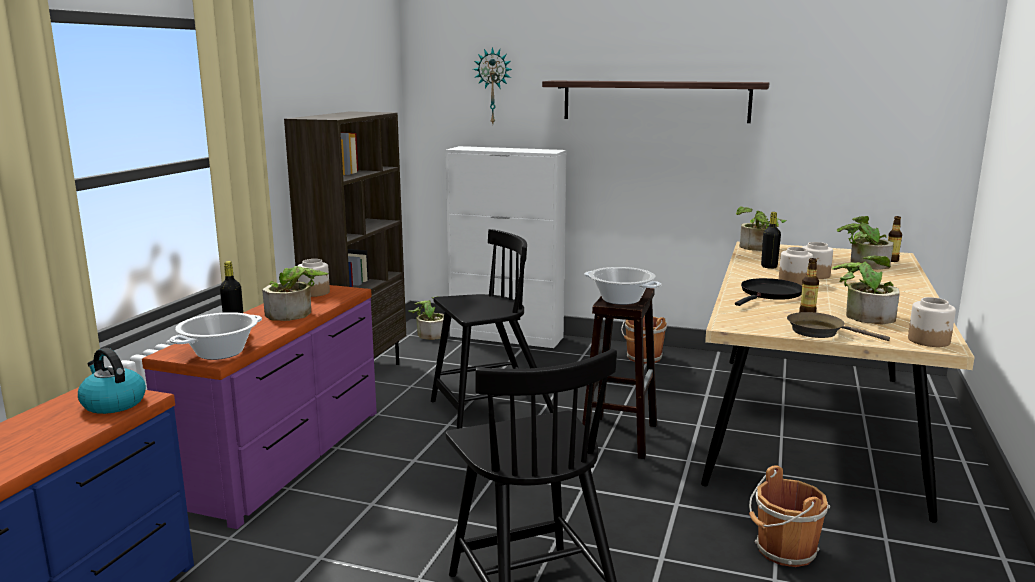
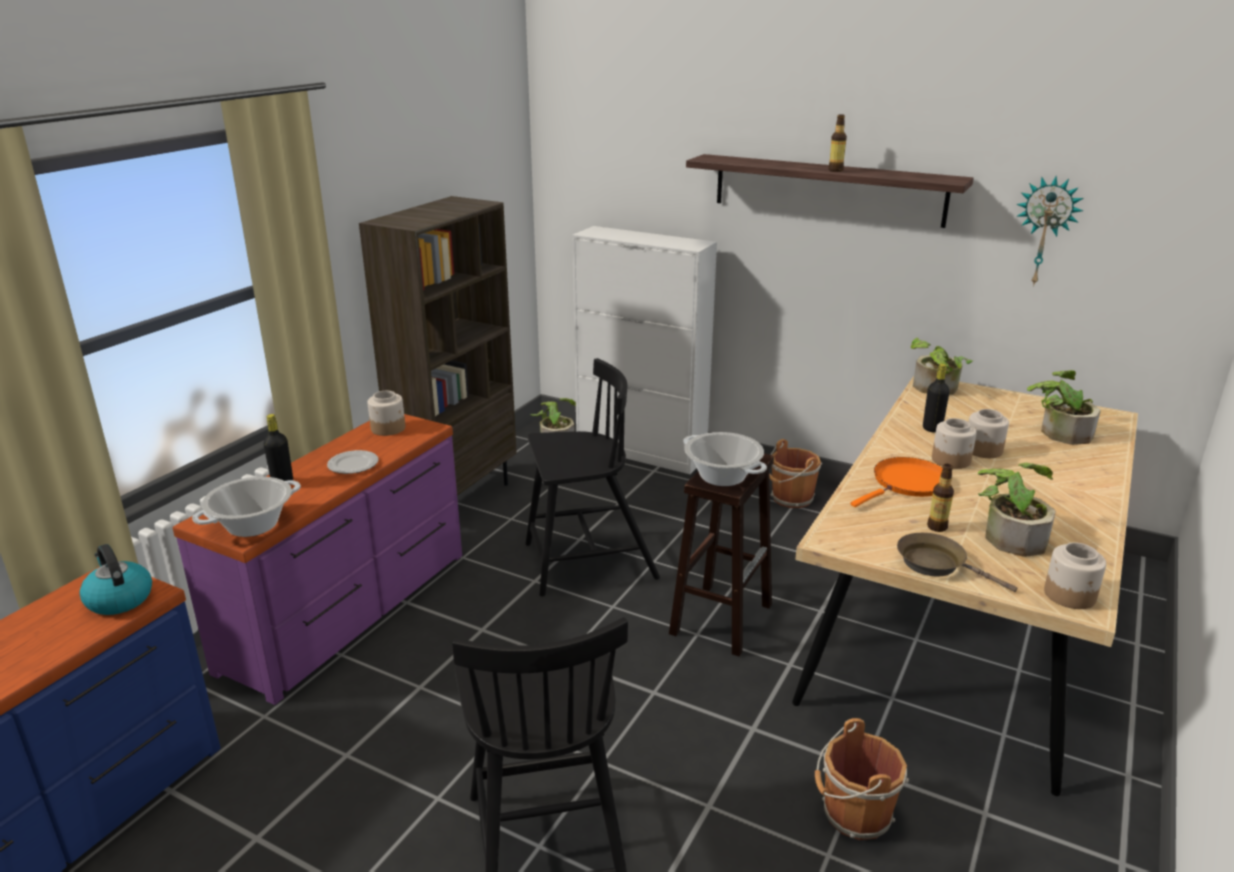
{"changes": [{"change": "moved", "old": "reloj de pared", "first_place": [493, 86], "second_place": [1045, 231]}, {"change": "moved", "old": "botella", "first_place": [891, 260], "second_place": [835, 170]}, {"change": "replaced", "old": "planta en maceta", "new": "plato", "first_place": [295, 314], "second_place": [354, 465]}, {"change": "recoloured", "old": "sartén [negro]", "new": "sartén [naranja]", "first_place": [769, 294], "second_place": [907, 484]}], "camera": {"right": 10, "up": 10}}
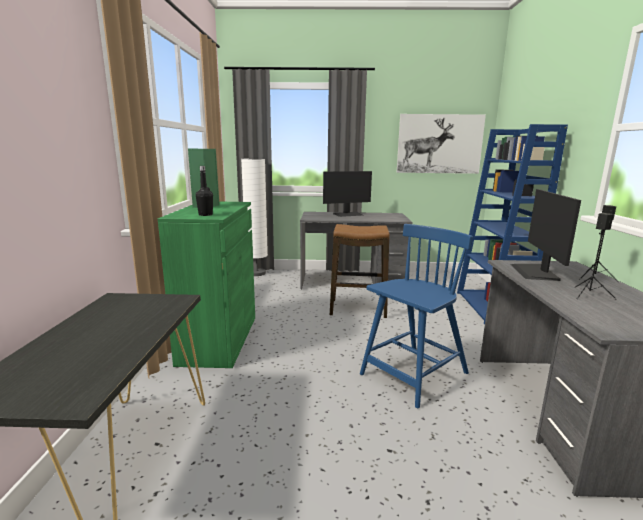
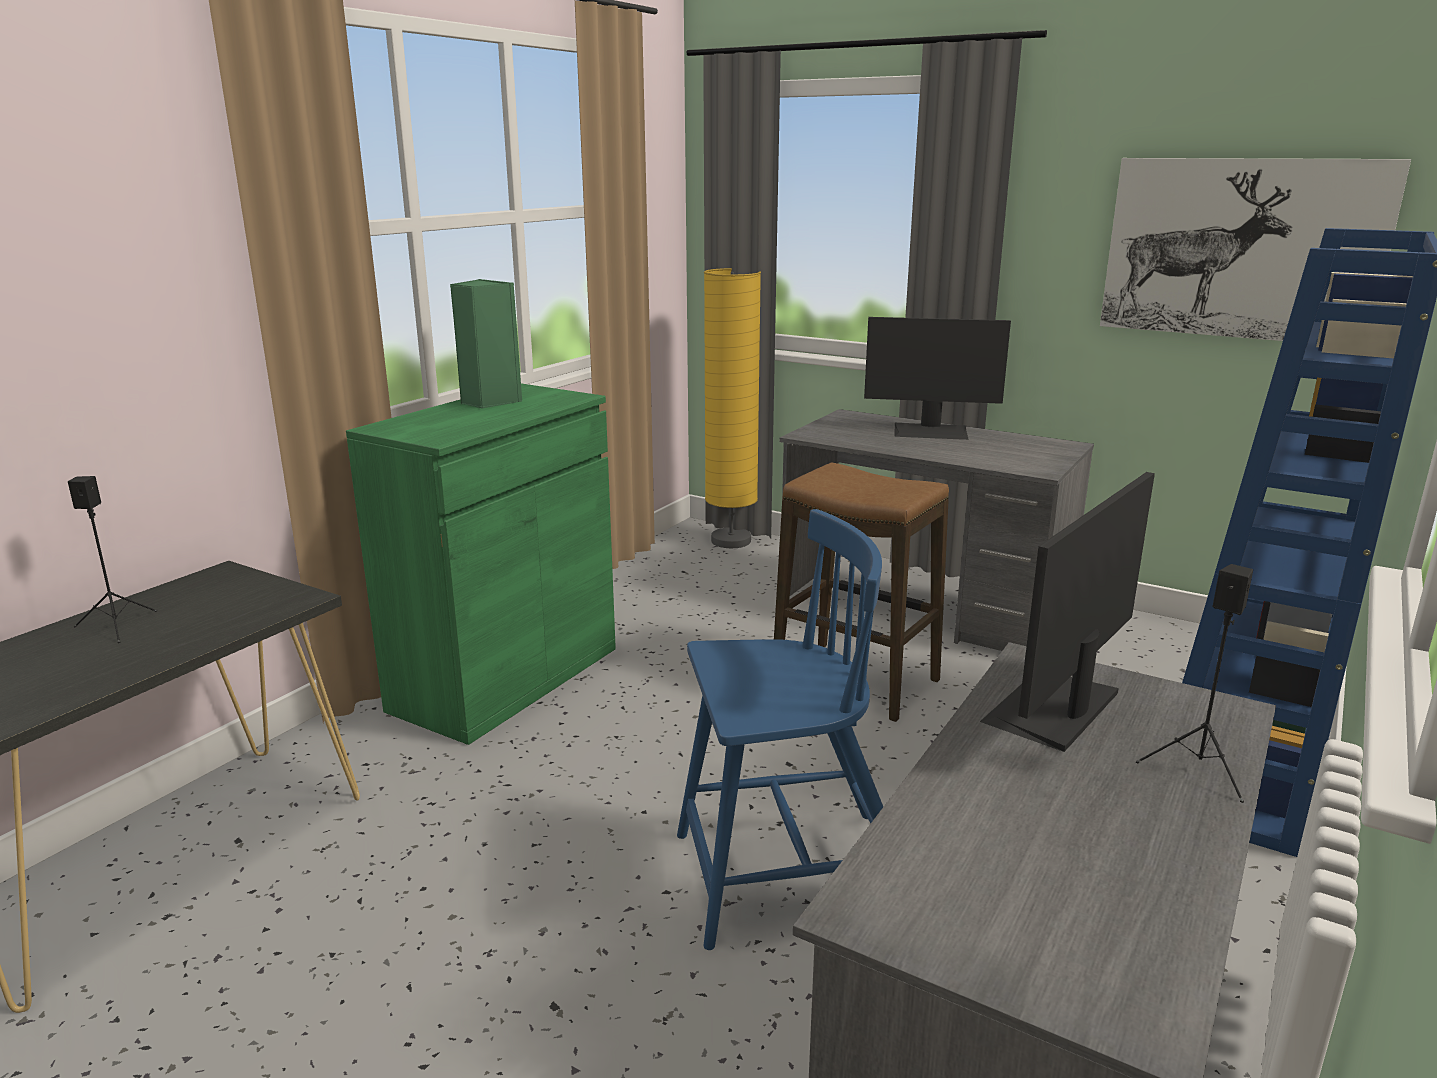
{"changes": [{"change": "recoloured", "old": "lámpara de pie [blanco]", "new": "lámpara de pie [amarillo]", "first_place": [257, 273], "second_place": [731, 541]}, {"change": "removed", "old": "botella [negro]", "first_place": [205, 215]}, {"change": "moved", "old": "altavoz [negro]", "first_place": [588, 294], "second_place": [117, 626]}], "camera": {"right": 30, "up": 5}}
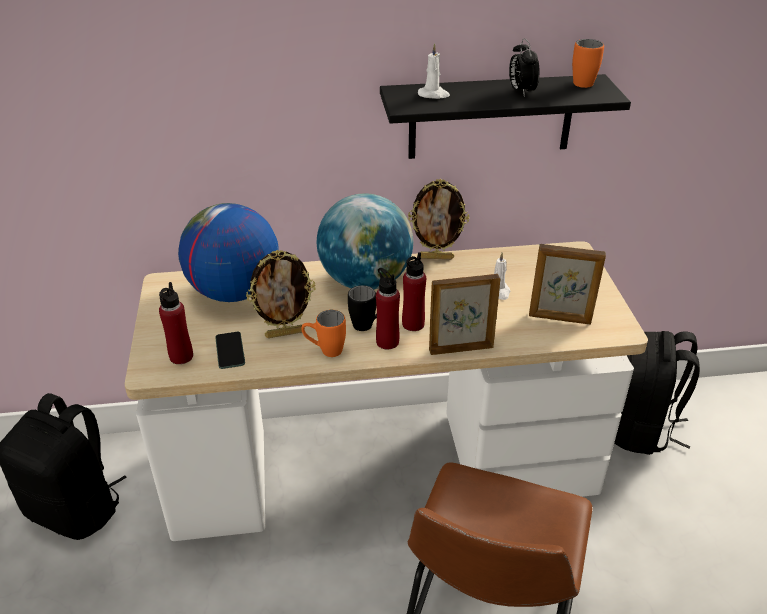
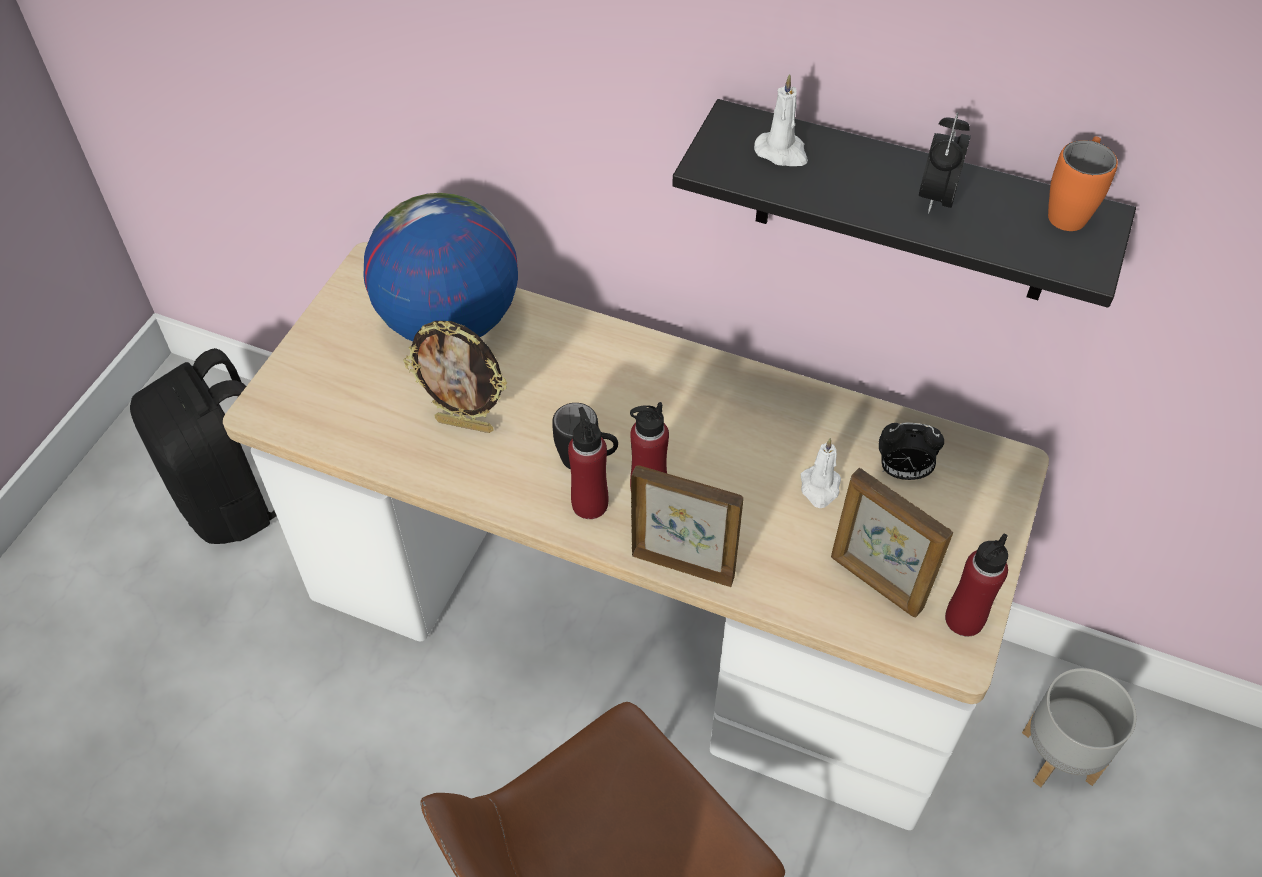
{"changes": [{"change": "removed", "old": "portarretratos", "first_place": [436, 257]}, {"change": "removed", "old": "globo terráqueo", "first_place": [366, 281]}, {"change": "moved", "old": "botella [rojo]", "first_place": [181, 356], "second_place": [964, 619]}, {"change": "removed", "old": "taza grande [naranja]", "first_place": [325, 350]}, {"change": "replaced", "old": "mochila [negro]", "new": "maceta [gris]", "first_place": [639, 428], "second_place": [1059, 757]}, {"change": "removed", "old": "móvil", "first_place": [230, 350]}, {"change": "added", "new": "despertador", "second_place": [902, 472]}], "camera": {"right": 30, "up": 15}}
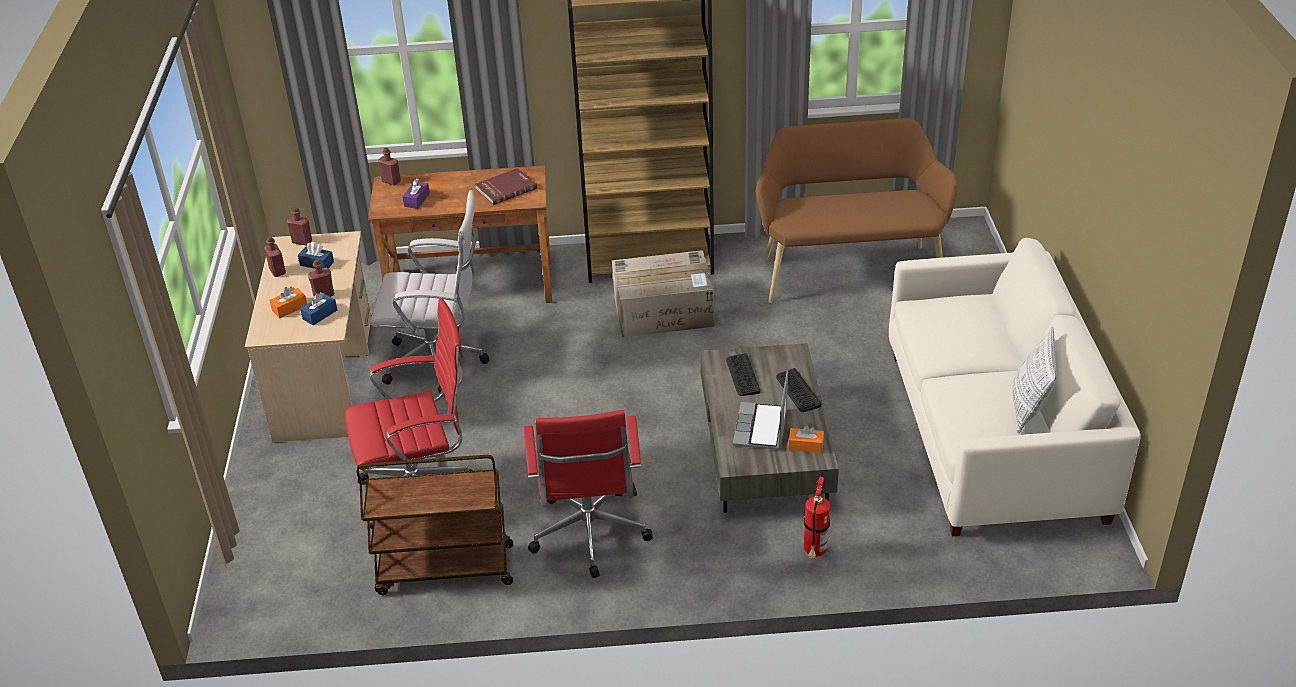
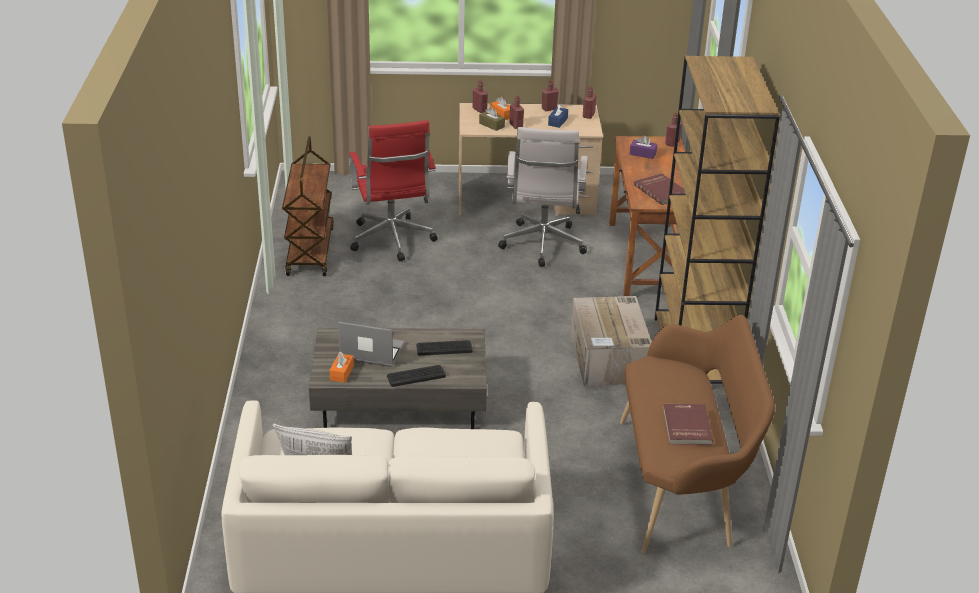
{"changes": [{"change": "recoloured", "old": "caja de pañuelos [azul]", "new": "caja de pañuelos [marrón]", "first_place": [320, 314], "second_place": [491, 125]}, {"change": "removed", "old": "silla de oficina [rojo]", "first_place": [589, 537]}, {"change": "removed", "old": "extintor", "first_place": [814, 553]}, {"change": "added", "new": "botella [rojo]", "second_place": [479, 109]}, {"change": "added", "new": "libro [rojo]", "second_place": [685, 426]}], "camera": {"right": 90, "up": -5}}
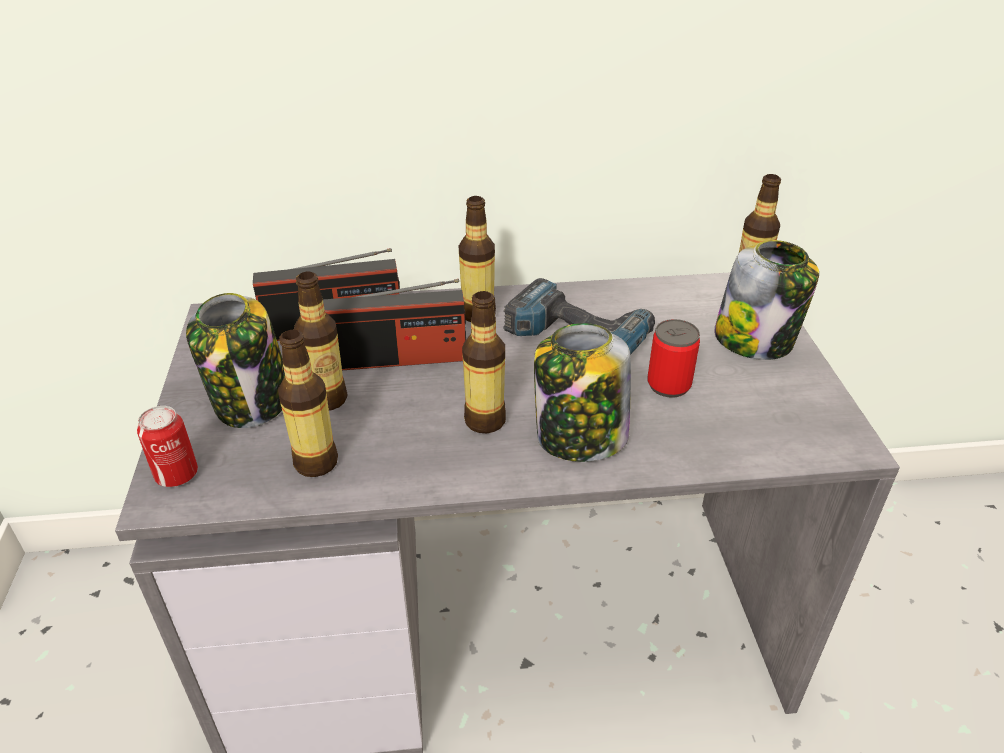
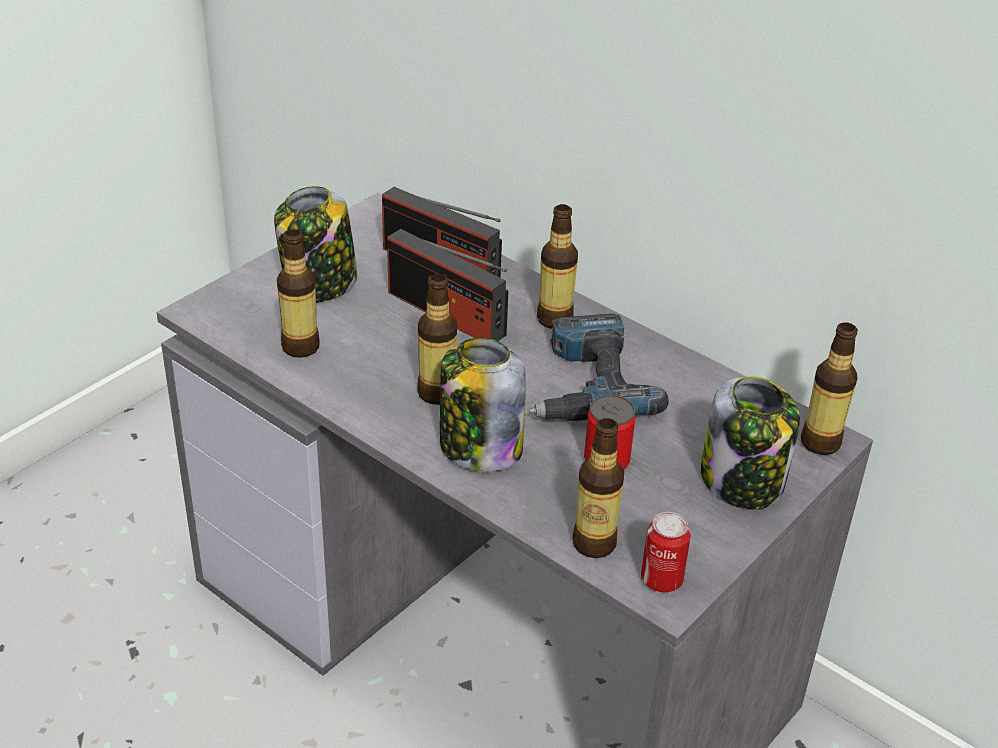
{"changes": [{"change": "moved", "old": "botella", "first_place": [327, 399], "second_place": [594, 543]}, {"change": "moved", "old": "lata", "first_place": [177, 475], "second_place": [661, 579]}], "camera": {"right": 45, "up": 0}}
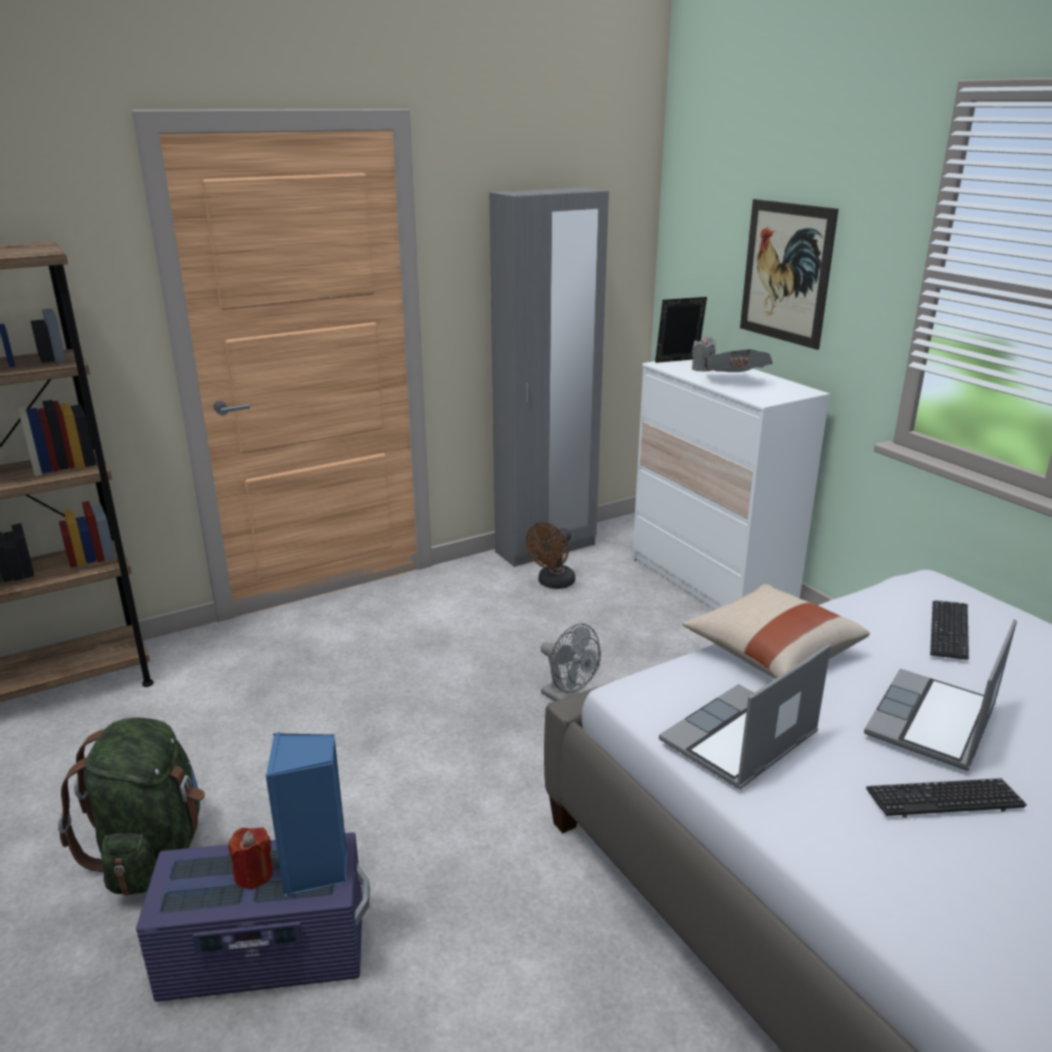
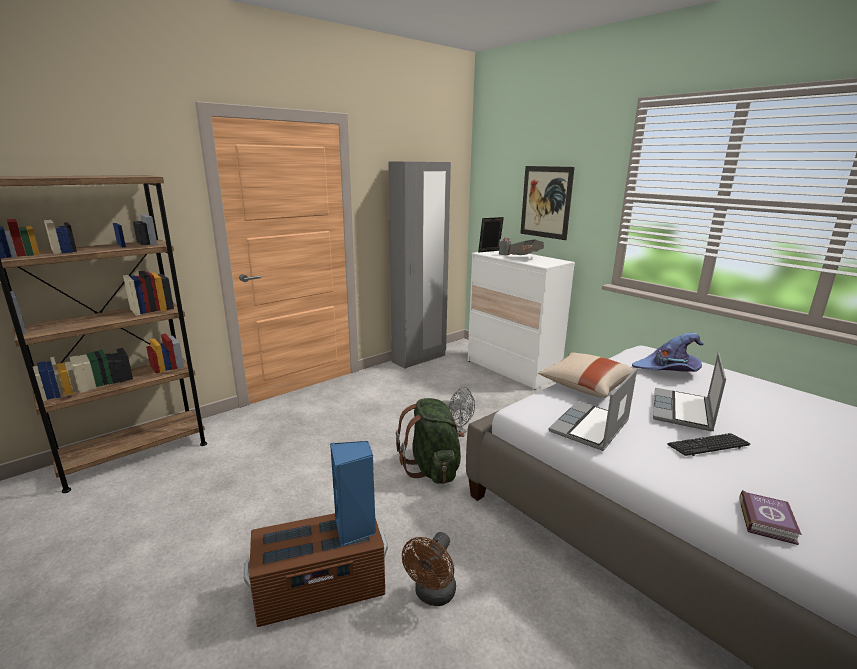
{"changes": [{"change": "moved", "old": "ventilador [marrón]", "first_place": [553, 583], "second_place": [432, 595]}, {"change": "replaced", "old": "teclado", "new": "sombrero [morado]", "first_place": [948, 631], "second_place": [668, 370]}, {"change": "moved", "old": "mochila [verde]", "first_place": [152, 851], "second_place": [432, 468]}, {"change": "removed", "old": "vela [rojo]", "first_place": [253, 874]}, {"change": "recoloured", "old": "caja de almacenaje [morado]", "new": "caja de almacenaje [marrón]", "first_place": [265, 953], "second_place": [321, 588]}, {"change": "added", "new": "libro", "second_place": [767, 520]}], "camera": {"right": -10, "up": -5}}
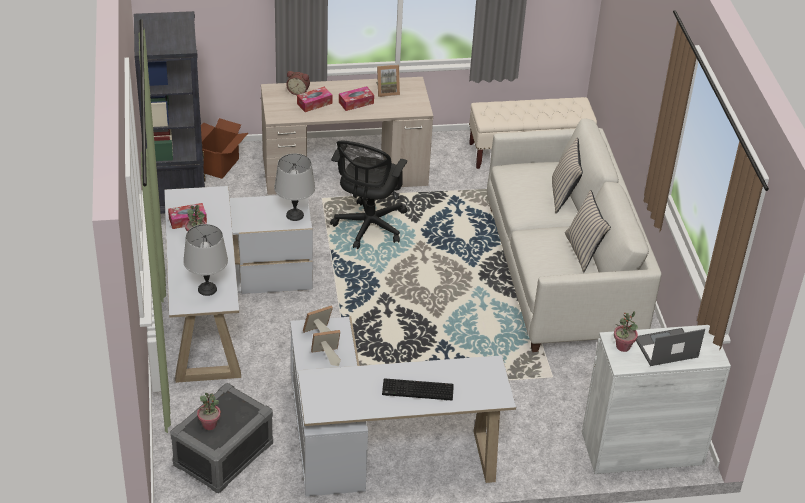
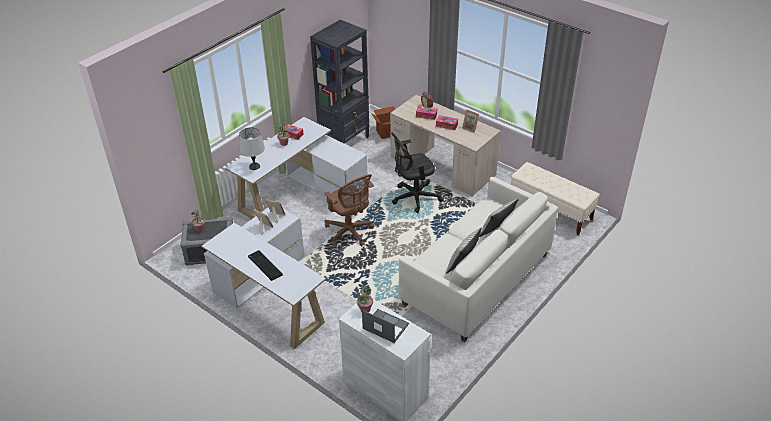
{"changes": [{"change": "removed", "old": "lámpara de mesa [gris]", "first_place": [294, 215]}, {"change": "added", "new": "silla de oficina [marrón]", "second_place": [350, 232]}], "camera": {"right": 50, "up": 0}}
